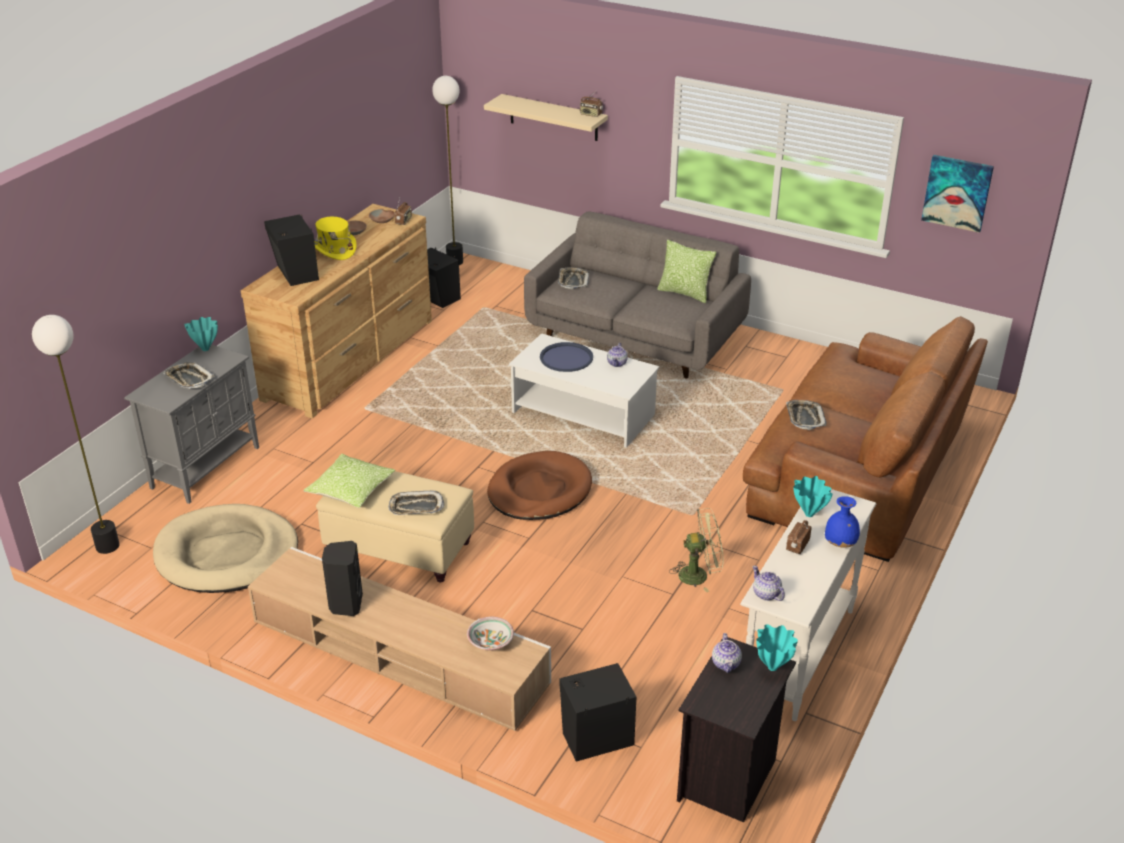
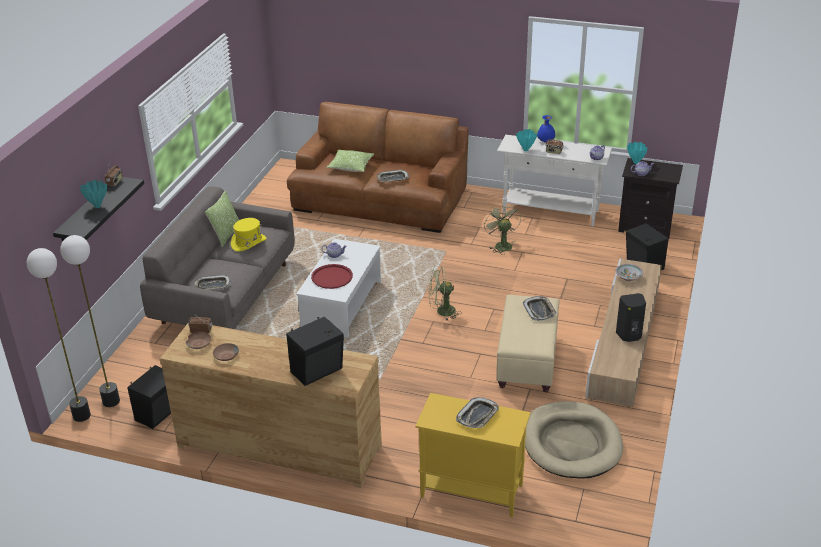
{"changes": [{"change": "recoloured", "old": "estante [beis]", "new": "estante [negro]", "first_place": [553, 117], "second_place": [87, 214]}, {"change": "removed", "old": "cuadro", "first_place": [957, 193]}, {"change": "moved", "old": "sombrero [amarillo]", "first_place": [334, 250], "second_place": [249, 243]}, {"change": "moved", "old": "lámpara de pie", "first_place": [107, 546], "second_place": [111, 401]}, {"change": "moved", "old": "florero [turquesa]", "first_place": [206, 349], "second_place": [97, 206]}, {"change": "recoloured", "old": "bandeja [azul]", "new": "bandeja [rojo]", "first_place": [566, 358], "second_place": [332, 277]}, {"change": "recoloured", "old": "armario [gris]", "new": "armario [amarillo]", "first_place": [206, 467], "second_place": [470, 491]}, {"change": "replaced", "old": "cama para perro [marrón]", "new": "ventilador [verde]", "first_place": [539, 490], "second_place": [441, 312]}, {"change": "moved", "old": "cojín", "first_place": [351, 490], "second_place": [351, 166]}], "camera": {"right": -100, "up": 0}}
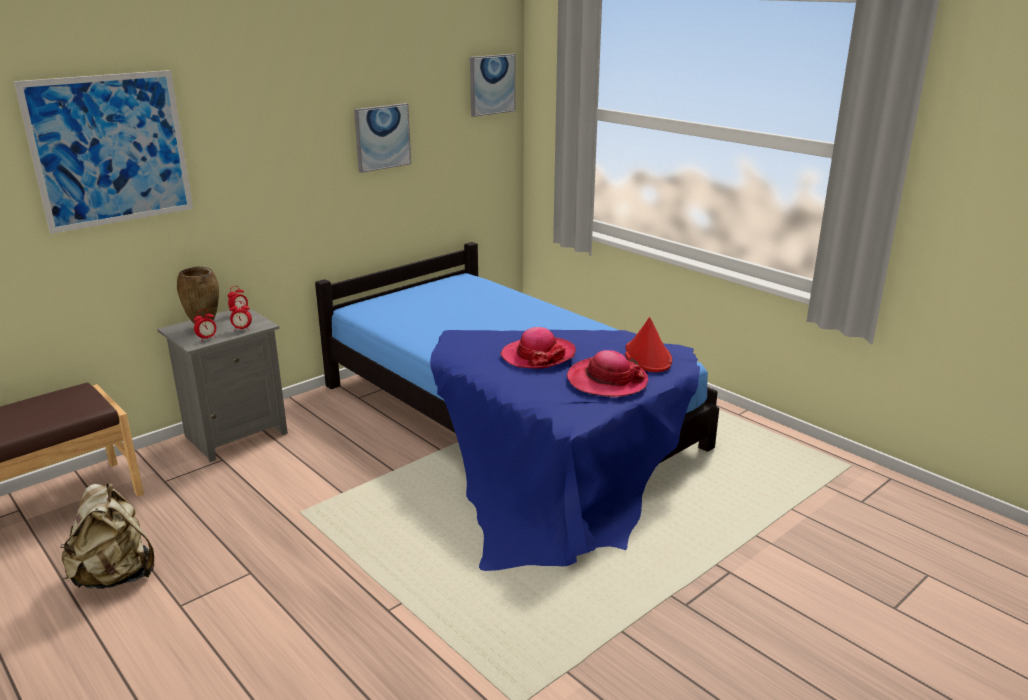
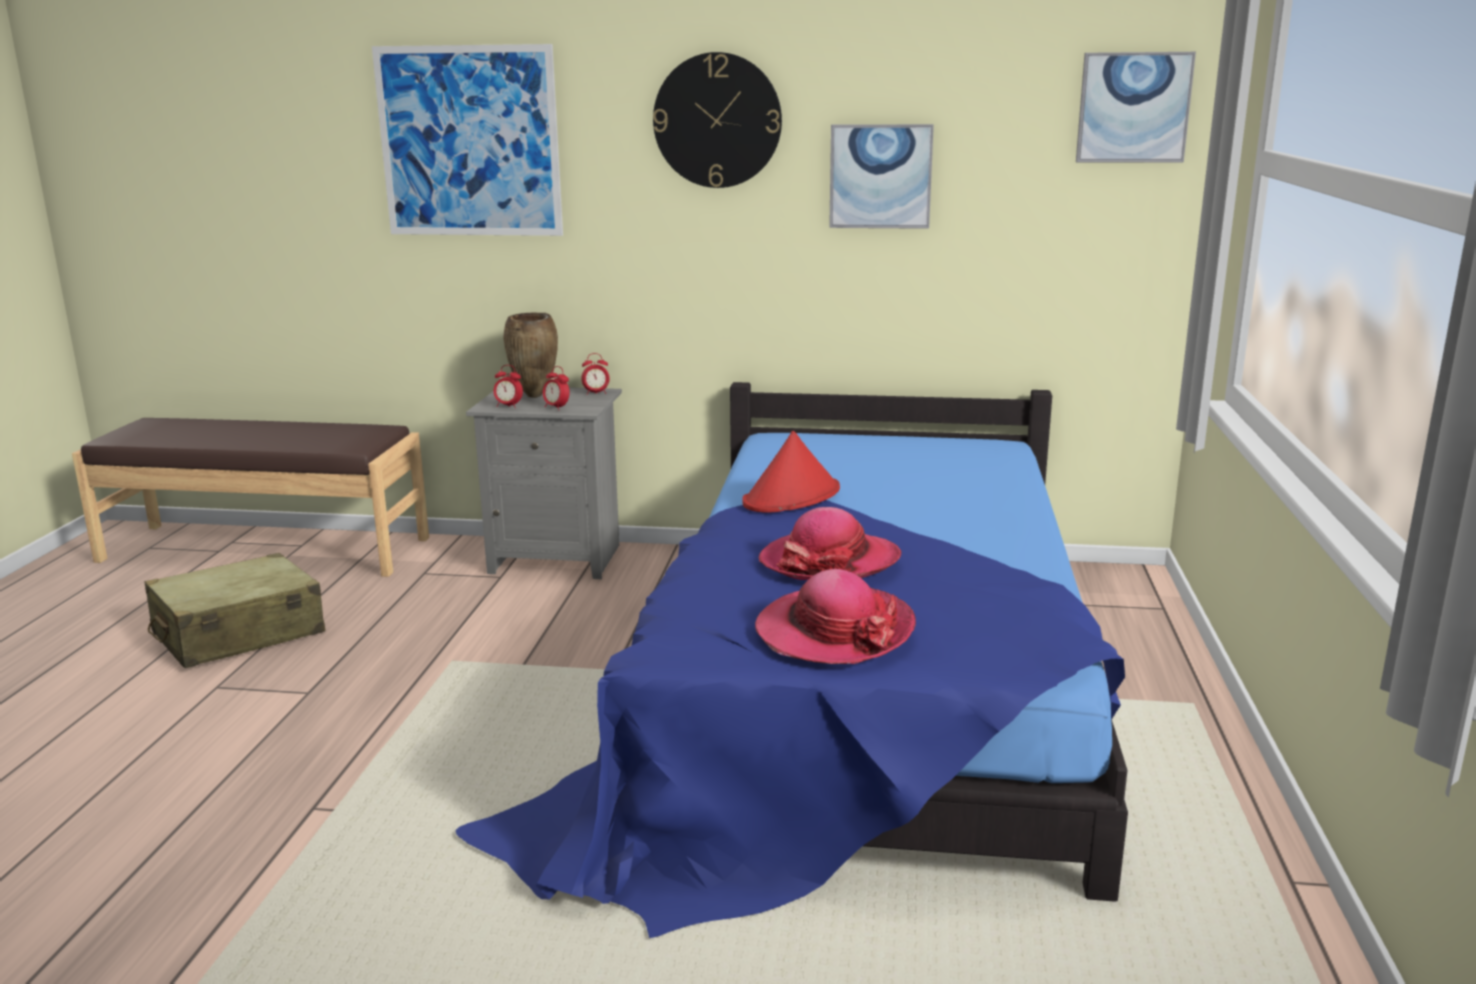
{"changes": [{"change": "moved", "old": "sombrero [rojo]", "first_place": [647, 357], "second_place": [792, 497]}, {"change": "replaced", "old": "mochila [beis]", "new": "maleta [beis]", "first_place": [115, 576], "second_place": [238, 634]}, {"change": "added", "new": "reloj de pared", "second_place": [717, 121]}], "camera": {"right": 50, "up": -5}}
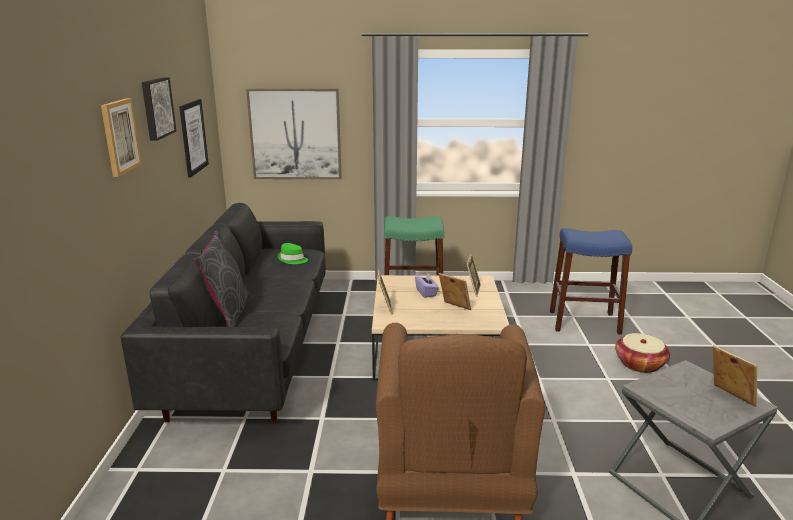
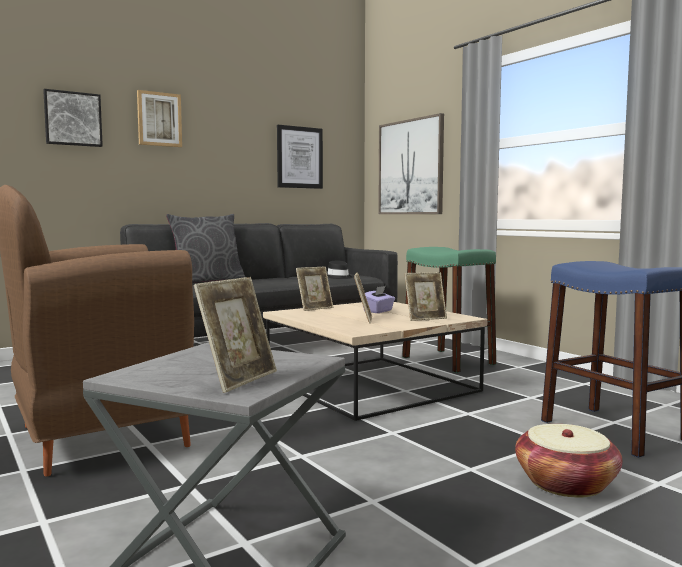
{"changes": [{"change": "moved", "old": "cuadro", "first_place": [156, 108], "second_place": [73, 119]}, {"change": "recoloured", "old": "sombrero [verde]", "new": "sombrero [negro]", "first_place": [292, 260], "second_place": [338, 277]}], "camera": {"right": 55, "up": -15}}
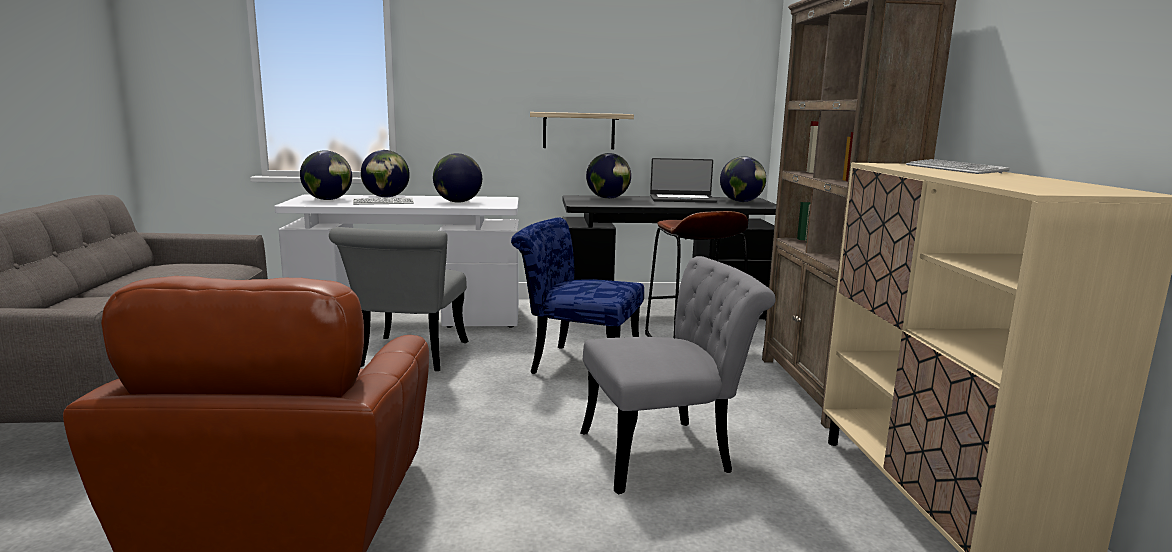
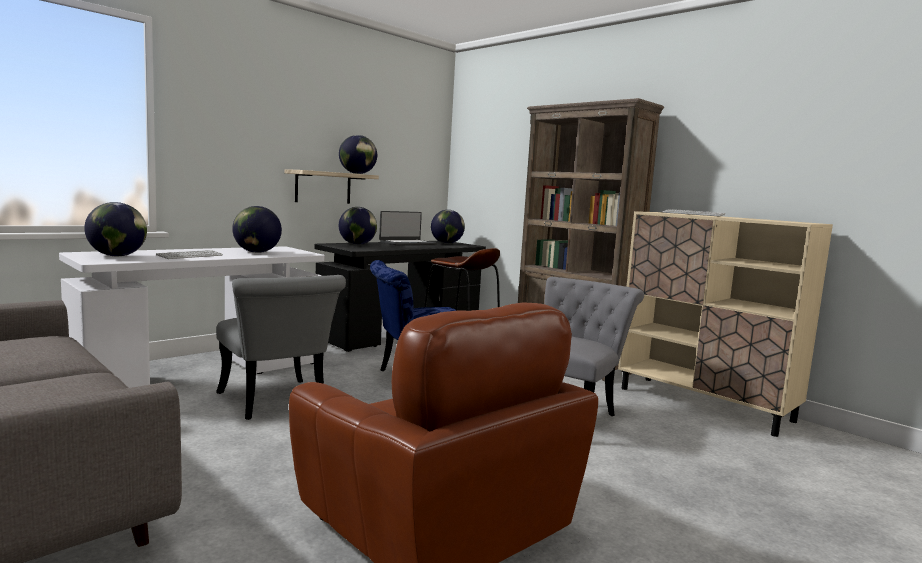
{"changes": [{"change": "moved", "old": "globo terráqueo", "first_place": [386, 197], "second_place": [357, 173]}], "camera": {"right": -40, "up": -5}}
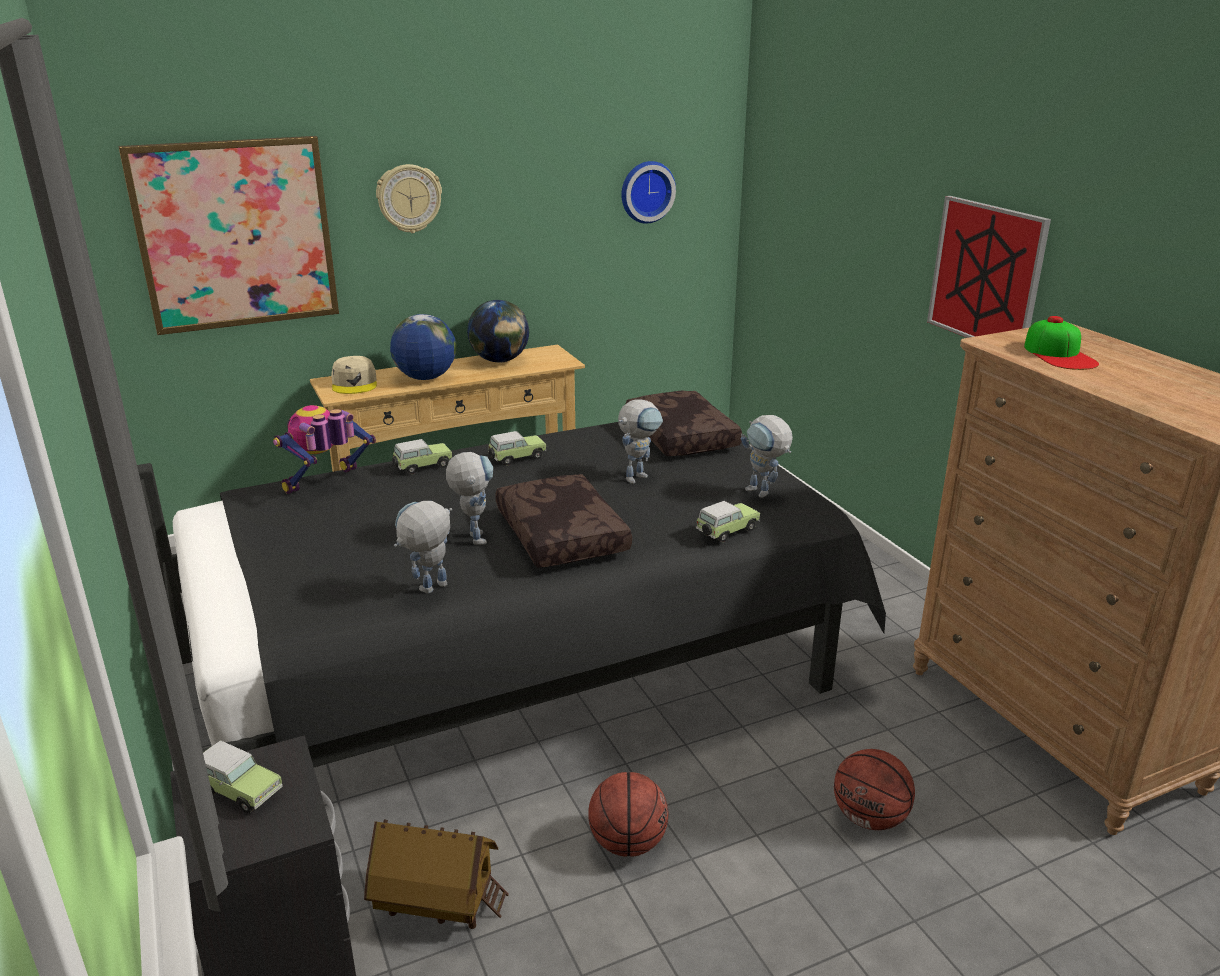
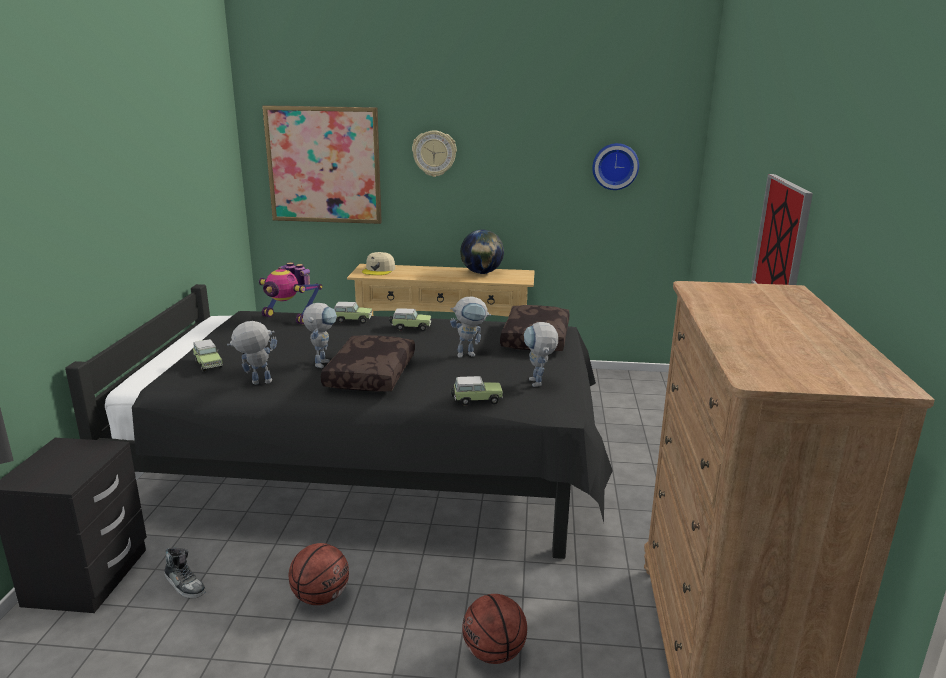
{"changes": [{"change": "removed", "old": "globo terráqueo", "first_place": [425, 378]}, {"change": "removed", "old": "gorra", "first_place": [1059, 354]}, {"change": "turned", "old": "robot de juguete", "first_place": [326, 484], "second_place": [290, 318], "degrees": -135}, {"change": "moved", "old": "coche de juguete", "first_place": [237, 790], "second_place": [208, 364]}, {"change": "replaced", "old": "casita", "new": "zapato", "first_place": [438, 906], "second_place": [185, 584]}], "camera": {"right": 30, "up": -5}}
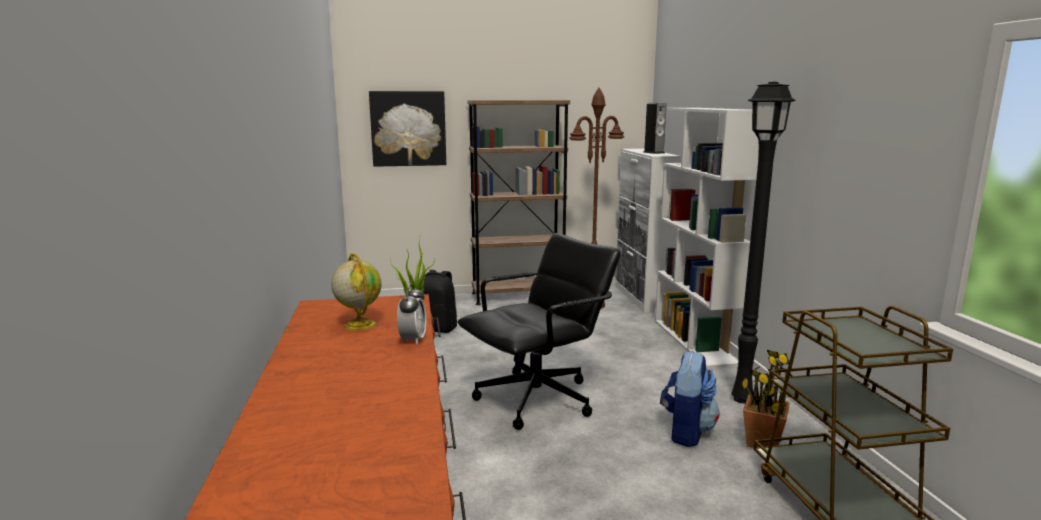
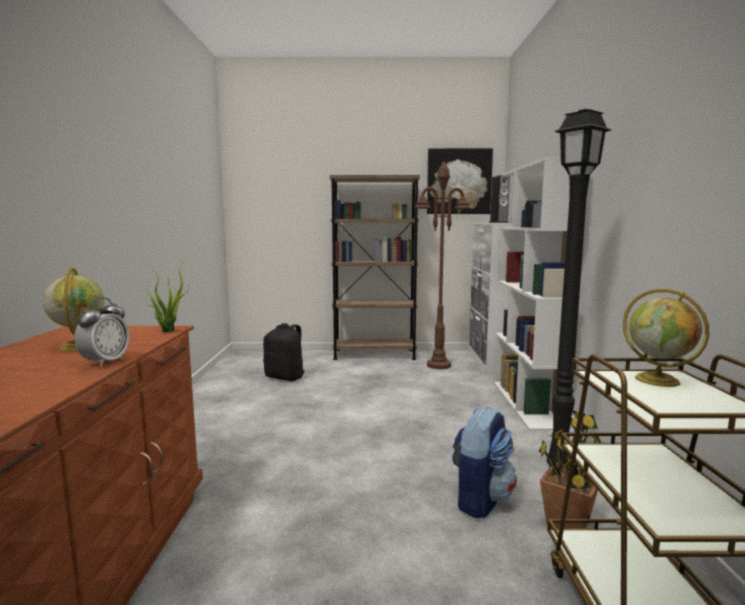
{"changes": [{"change": "moved", "old": "cuadro", "first_place": [408, 128], "second_place": [458, 181]}, {"change": "removed", "old": "silla de oficina [negro]", "first_place": [538, 400]}, {"change": "added", "new": "globo terráqueo", "second_place": [659, 380]}], "camera": {"right": 10, "up": -5}}
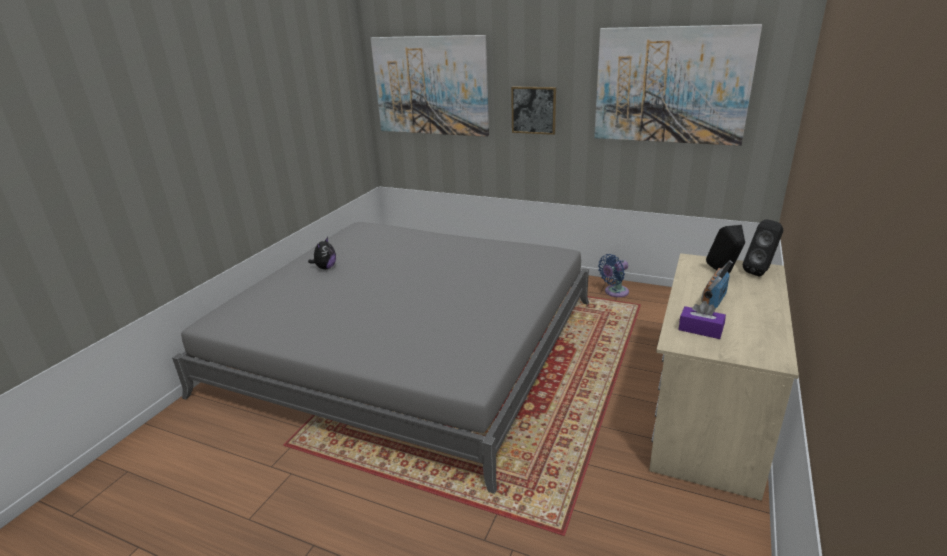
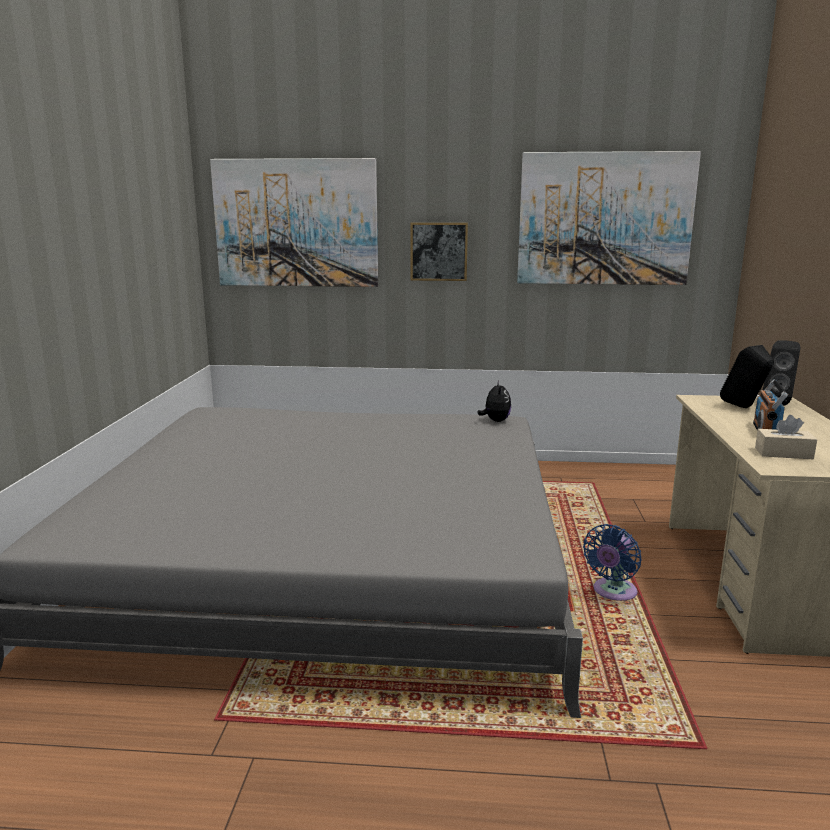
{"changes": [{"change": "moved", "old": "peluche", "first_place": [325, 268], "second_place": [495, 421]}, {"change": "moved", "old": "ventilador [azul]", "first_place": [614, 292], "second_place": [612, 593]}, {"change": "recoloured", "old": "caja de pañuelos [morado]", "new": "caja de pañuelos [beis]", "first_place": [700, 329], "second_place": [783, 453]}], "camera": {"right": -20, "up": -10}}
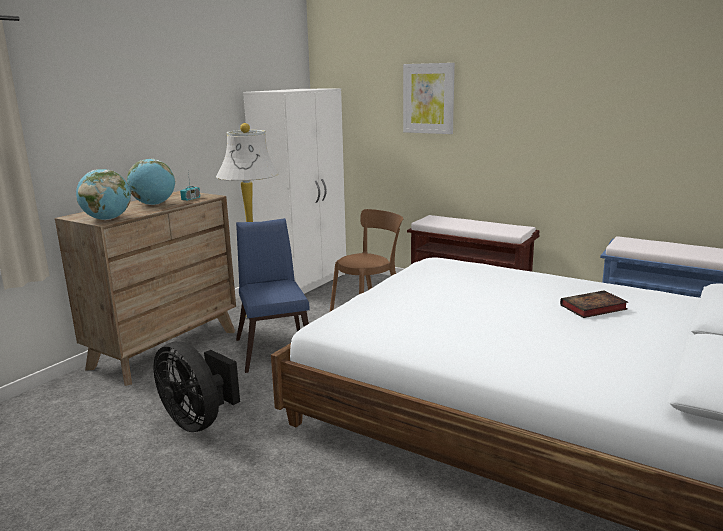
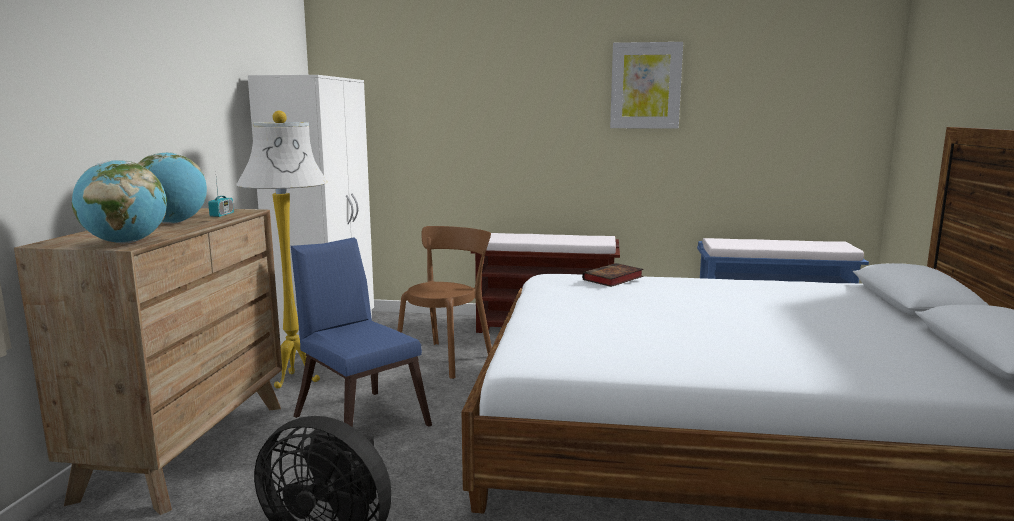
{"changes": [{"change": "moved", "old": "cuadro", "first_place": [428, 98], "second_place": [645, 86]}, {"change": "moved", "old": "libro", "first_place": [592, 308], "second_place": [612, 279]}], "camera": {"right": -25, "up": -5}}
